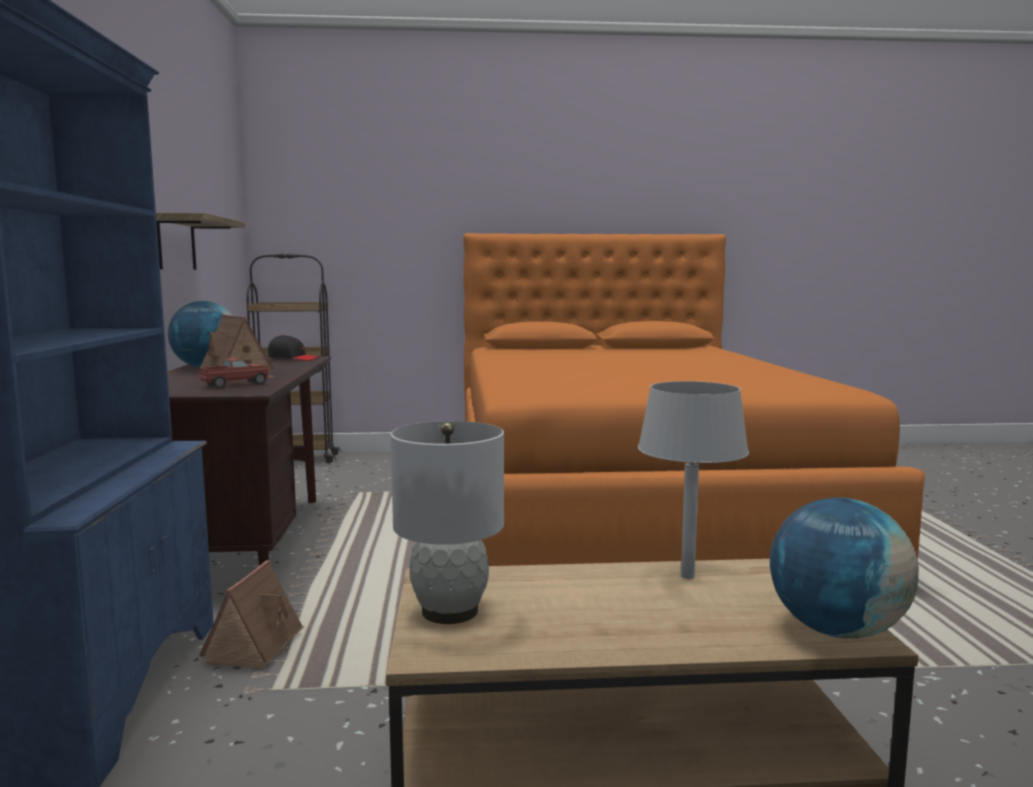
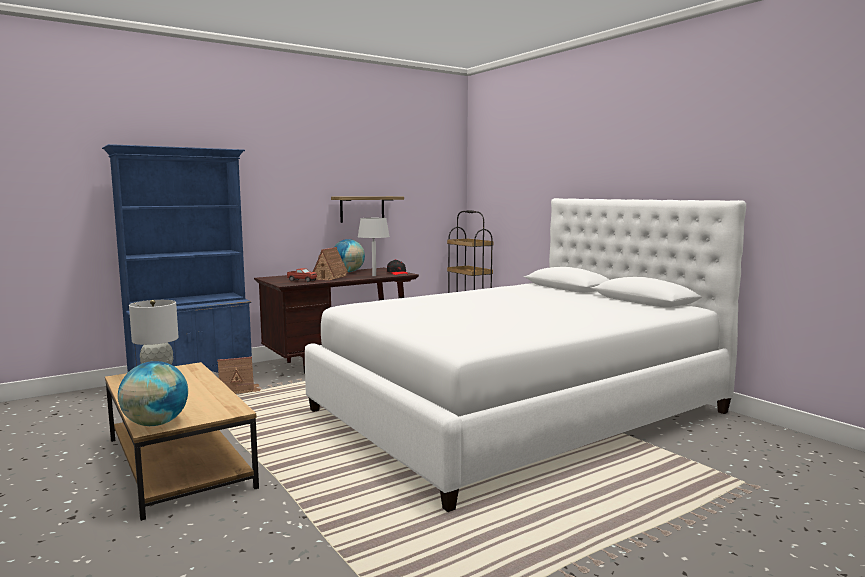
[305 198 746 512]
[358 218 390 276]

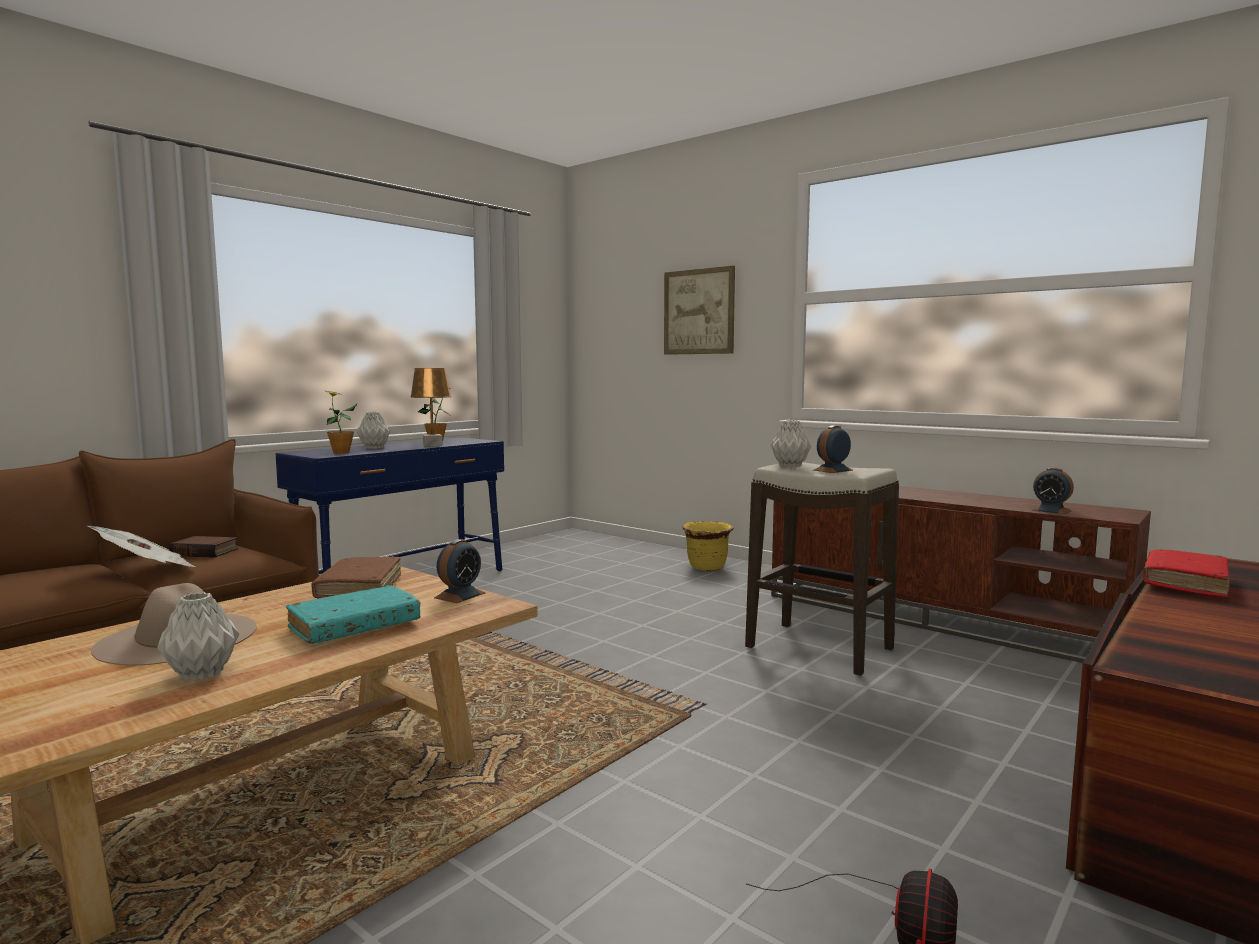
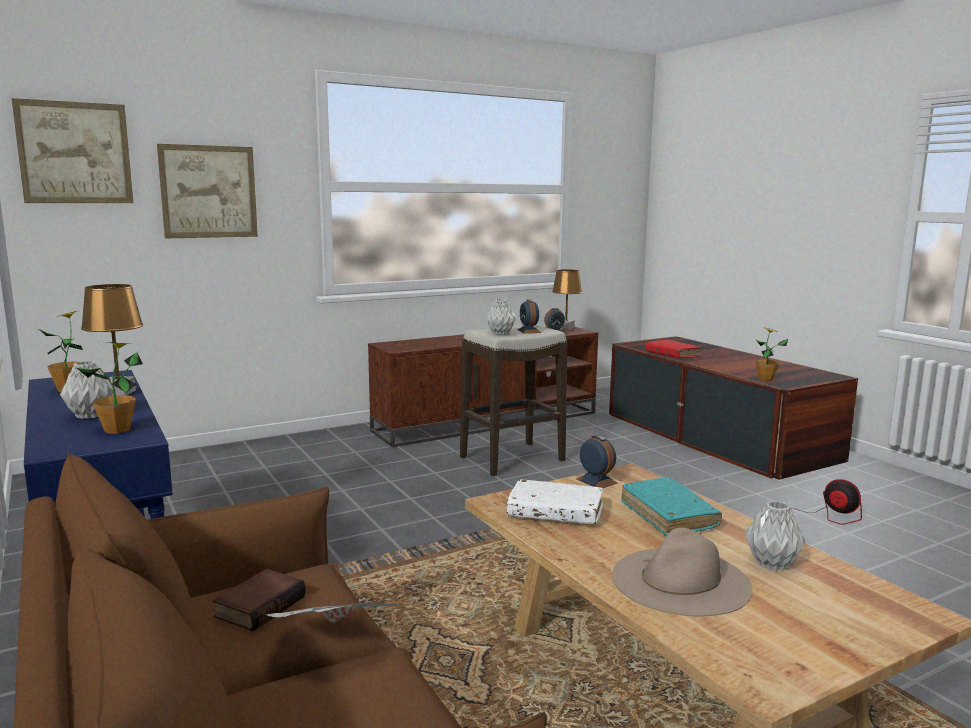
[12 98 133 203]
[507 479 603 524]
[552 269 582 330]
[755 327 788 381]
[682 521 734 571] (first image)

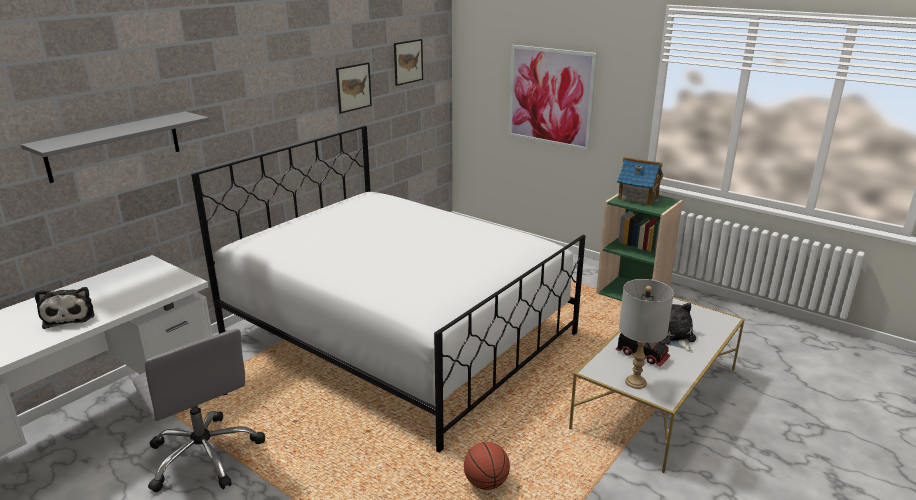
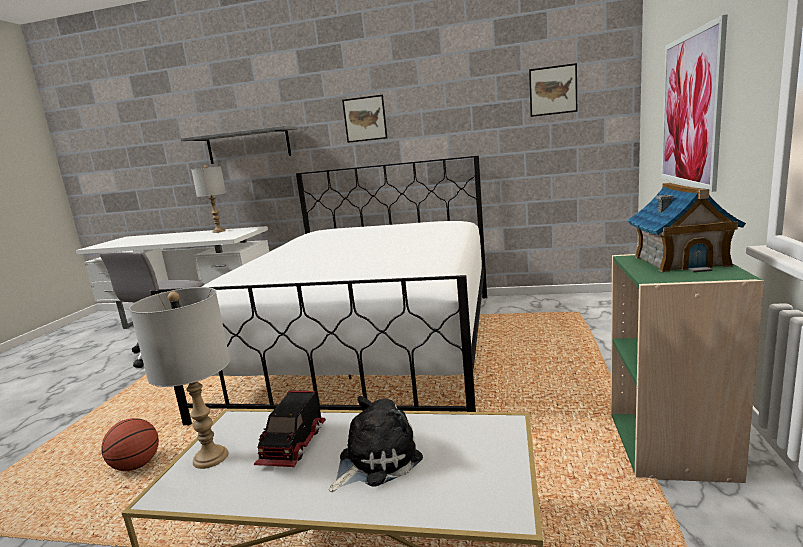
[191 165 226 233]
[342 95 387 143]
[35 287 95 329] (first image)

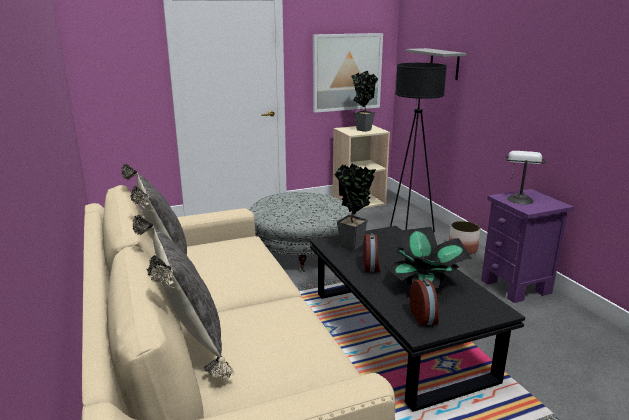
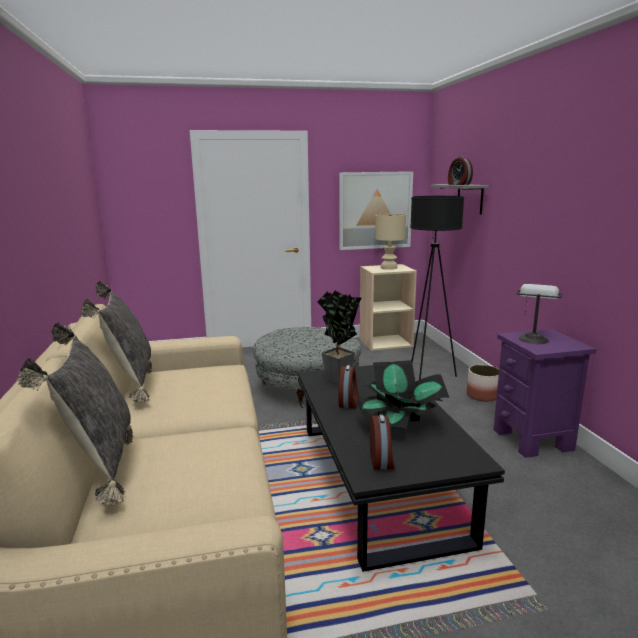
[375 213 406 270]
[448 157 473 185]

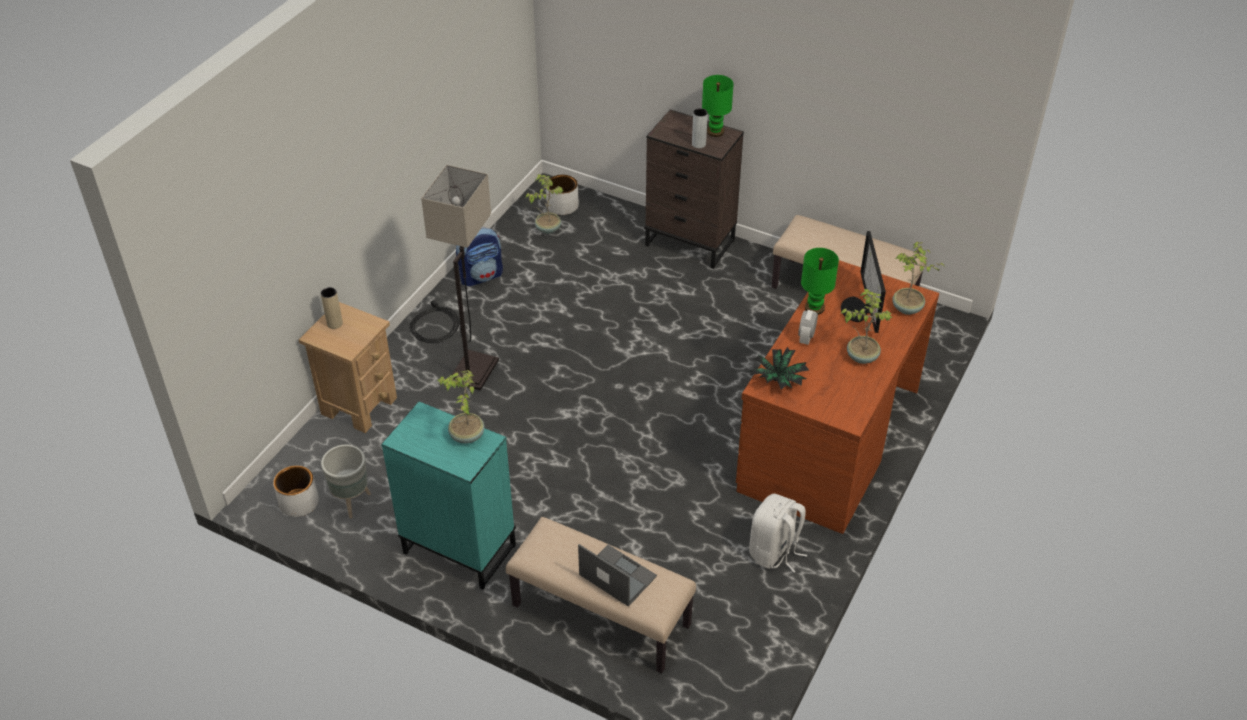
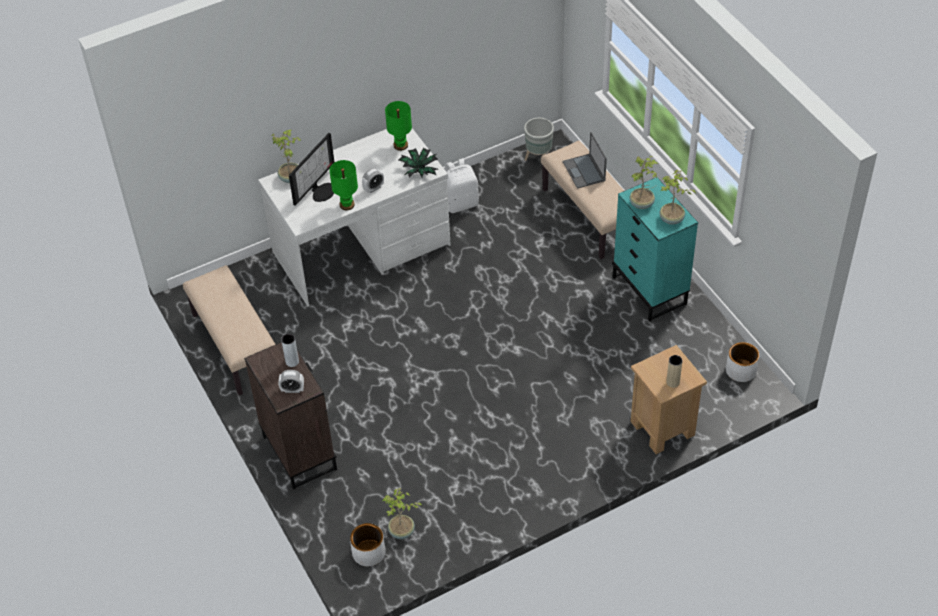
[258 128 451 306]
[278 370 304 393]
[385 101 412 151]
[524 118 554 161]
[659 170 696 225]
[409 165 499 391] (first image)
[456 227 503 286] (first image)

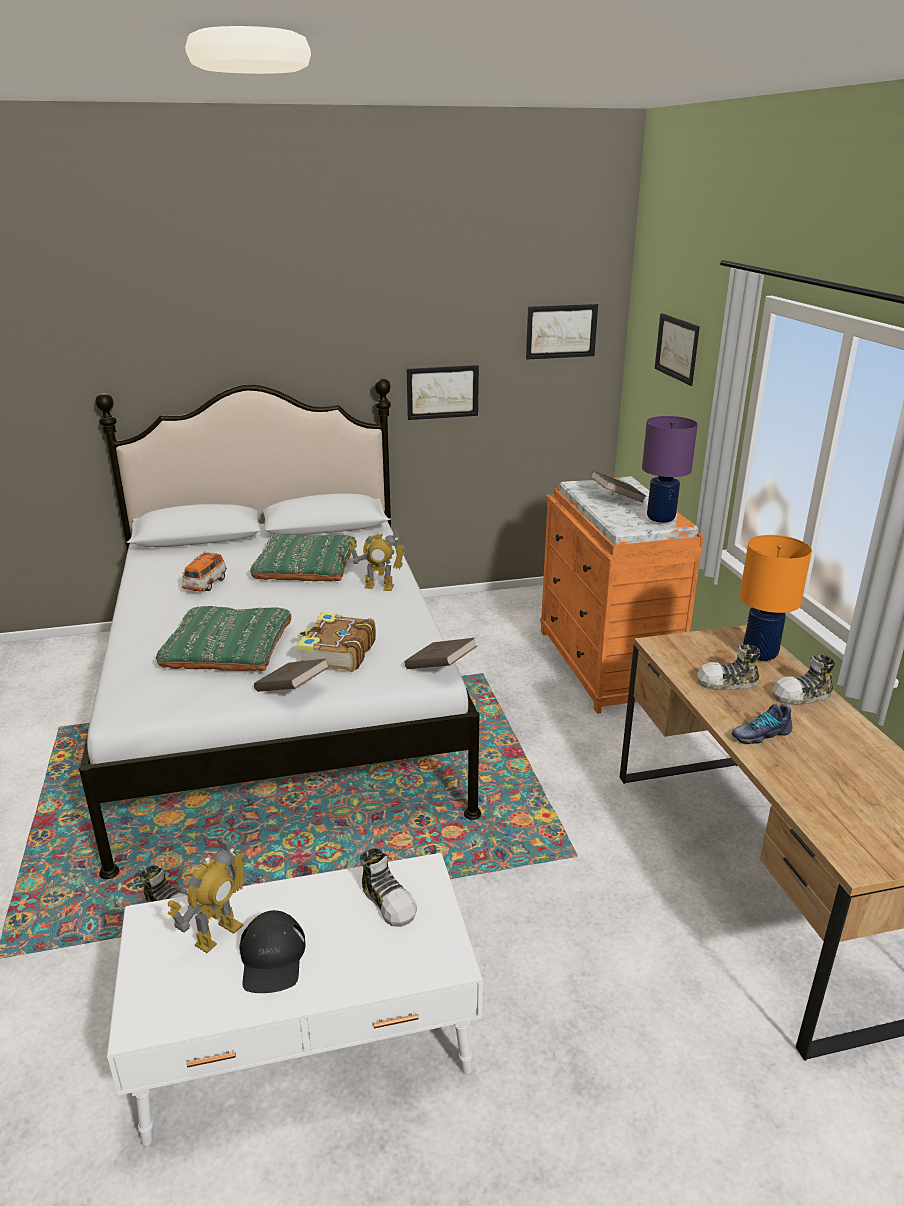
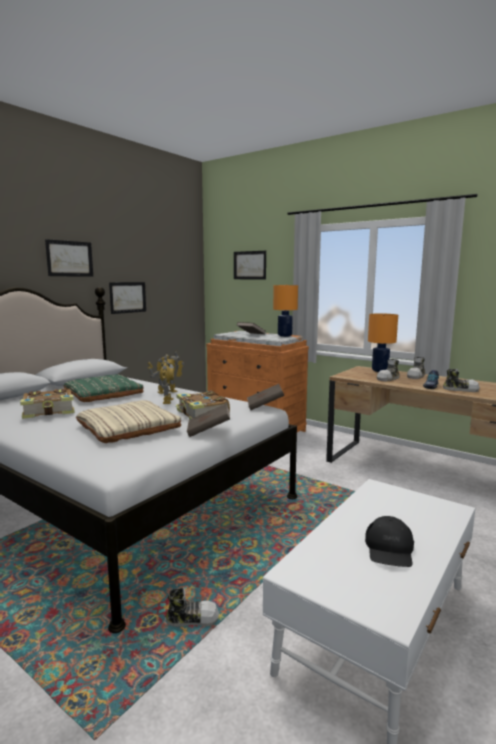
[20 388 75 419]
[45 239 93 276]
[76 400 181 443]
[160 356 174 404]
[273 285 298 337]
[365 516 414 567]
[443 369 480 392]

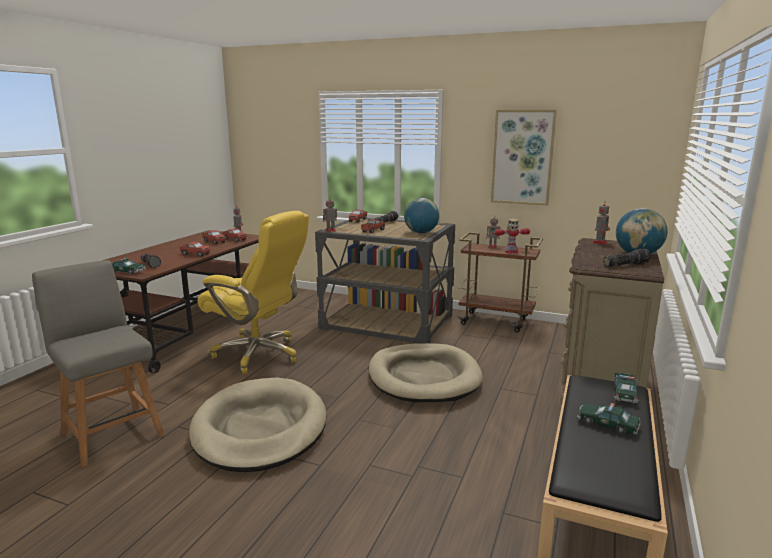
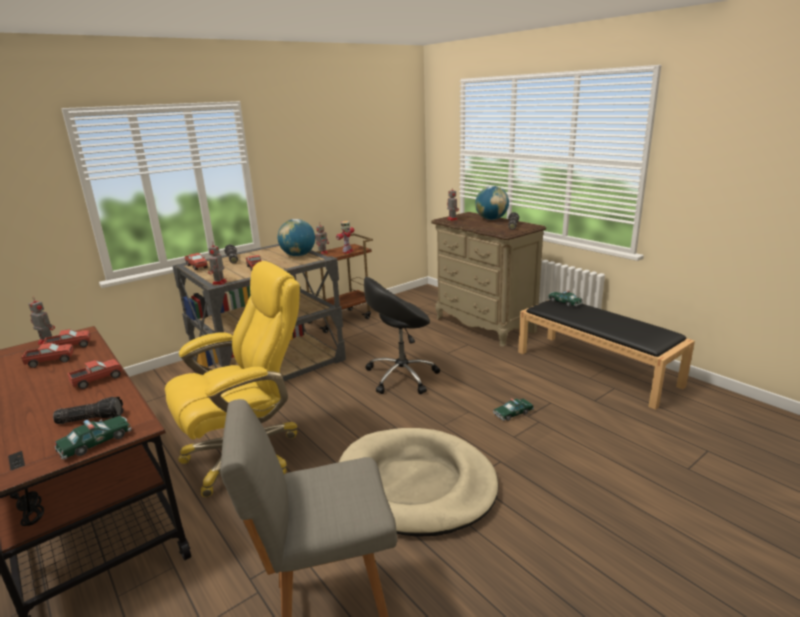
[364 277 440 394]
[493 398 534 421]
[491 110 557 205] (first image)

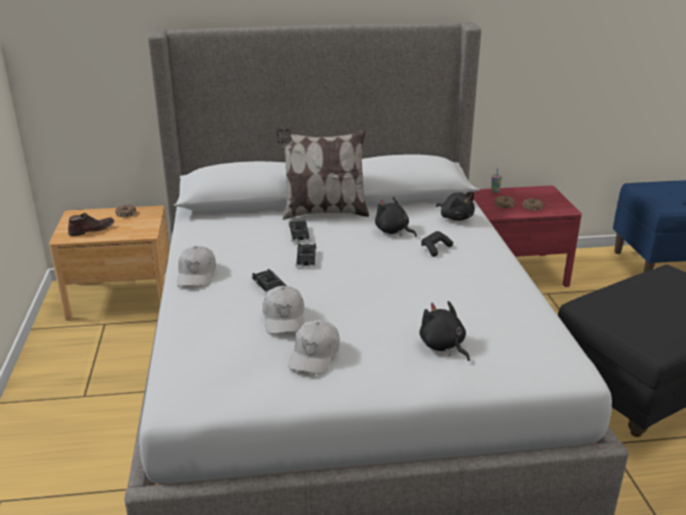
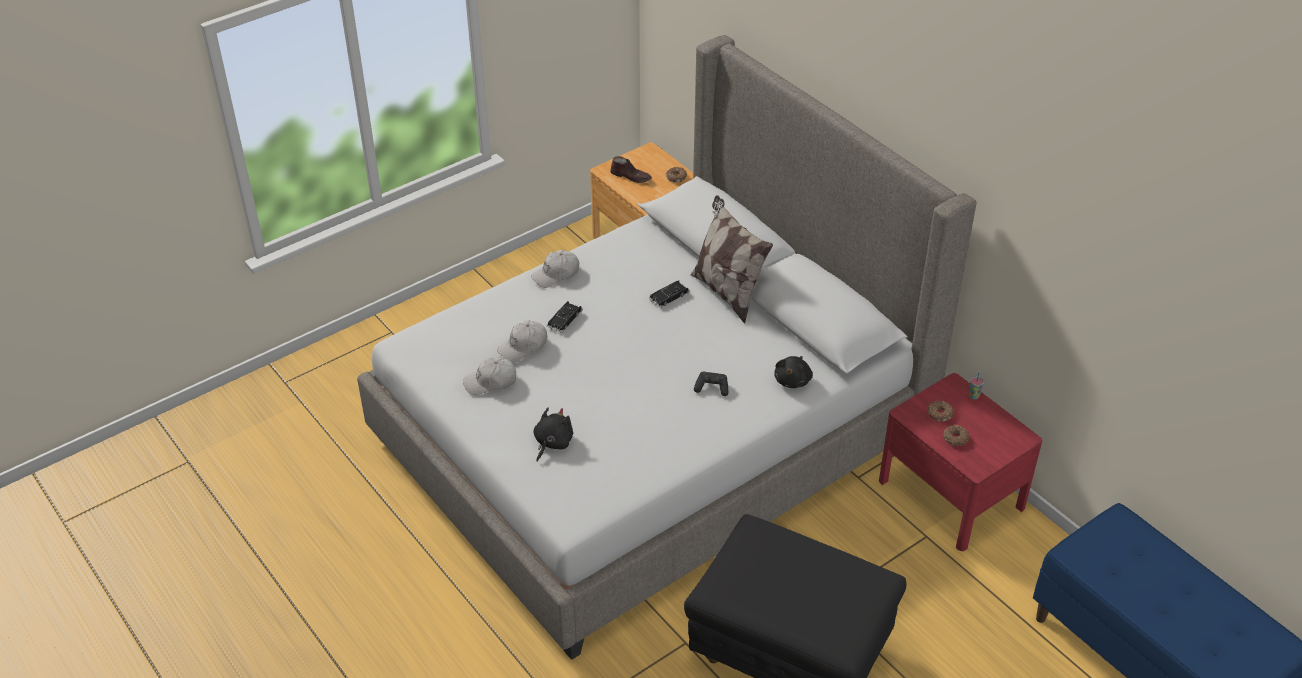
[295 243 317 268] (first image)
[375 197 417 237] (first image)

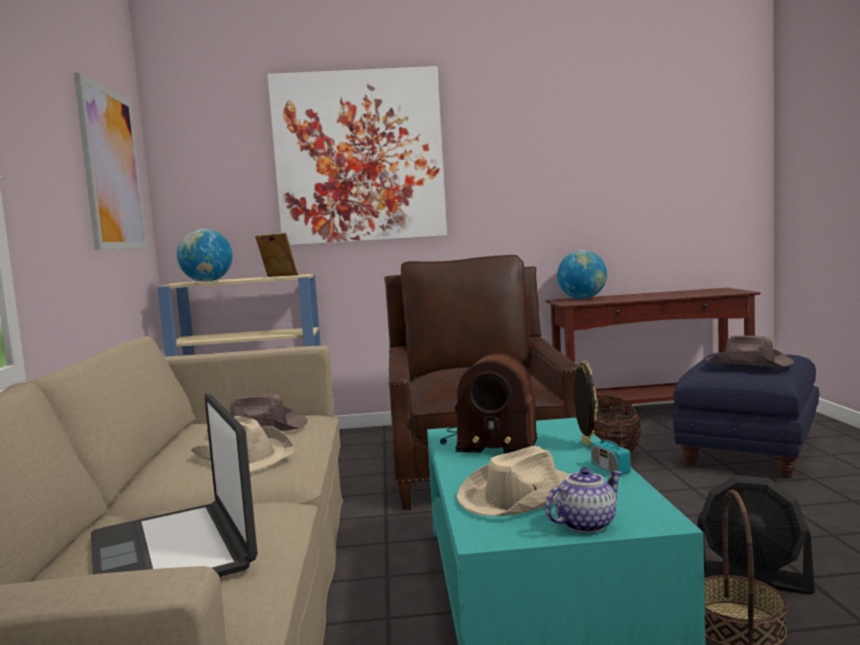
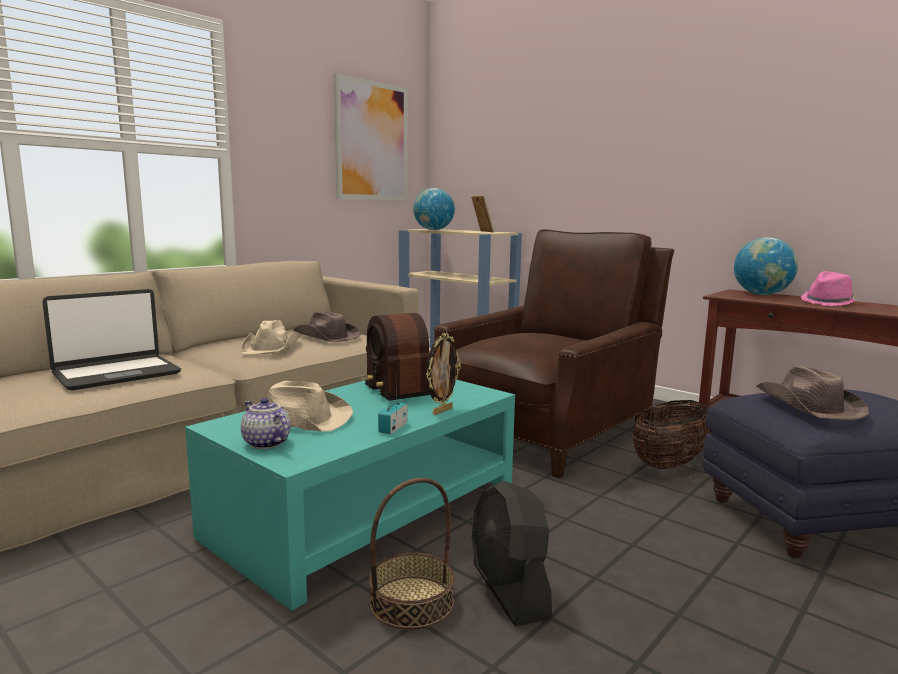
[42 289 181 390]
[241 398 290 449]
[800 271 858 306]
[267 66 447 245] (first image)

